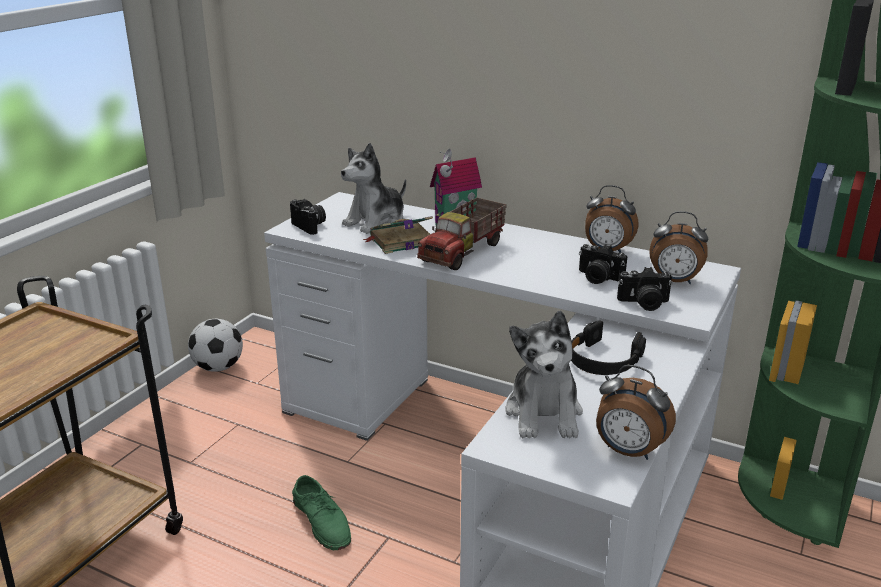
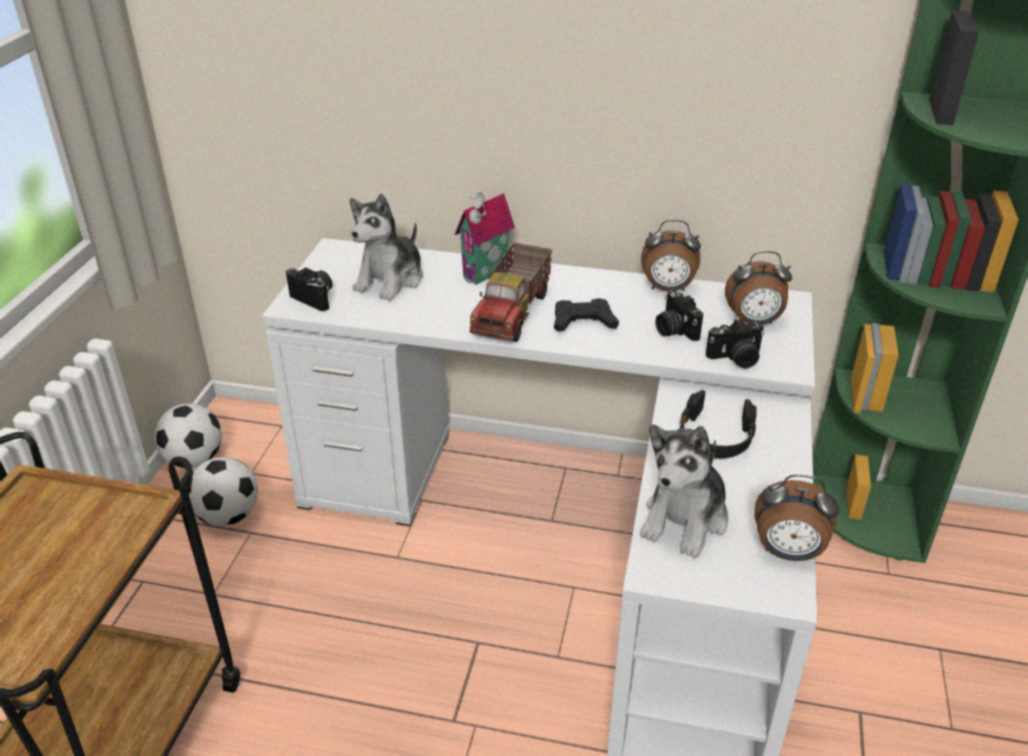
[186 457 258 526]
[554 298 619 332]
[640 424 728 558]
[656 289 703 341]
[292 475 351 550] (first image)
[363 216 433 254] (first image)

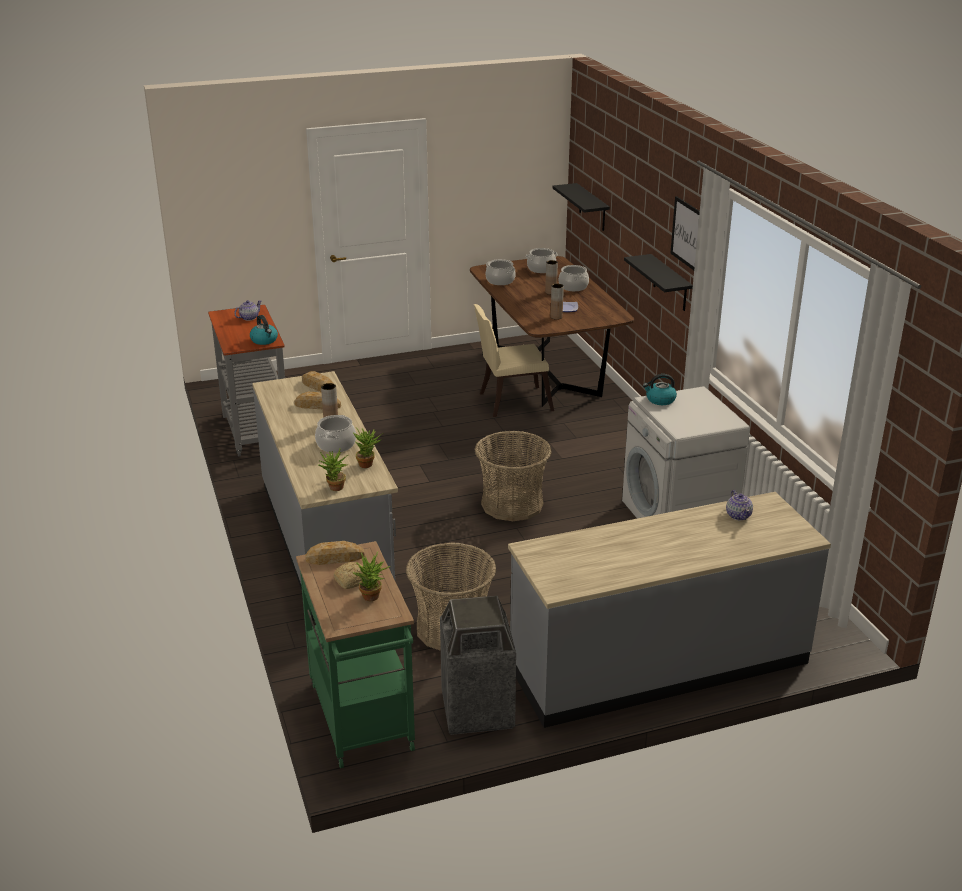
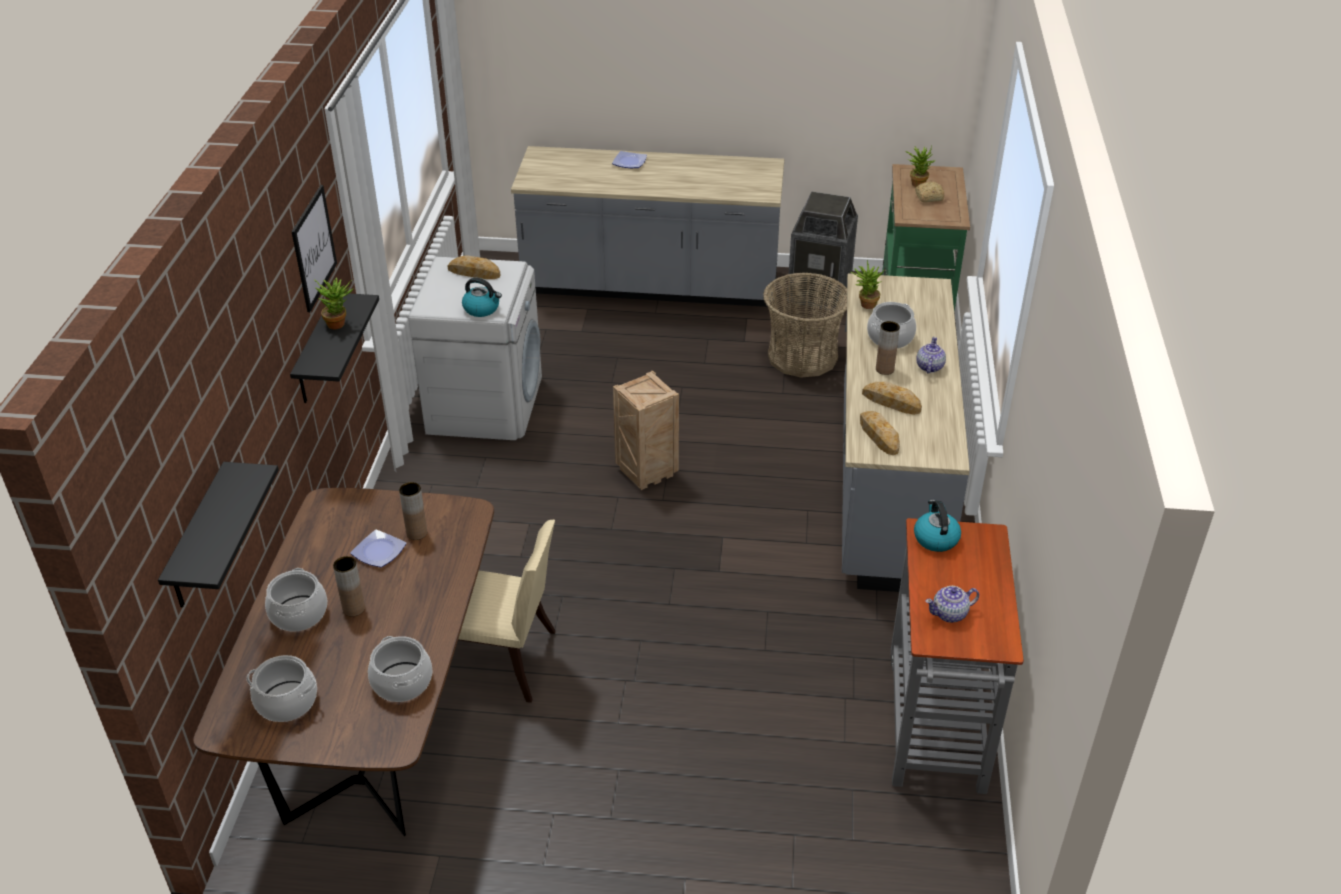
[314 277 354 329]
[447 255 501 279]
[612 151 647 168]
[613 371 679 490]
[917 337 946 374]

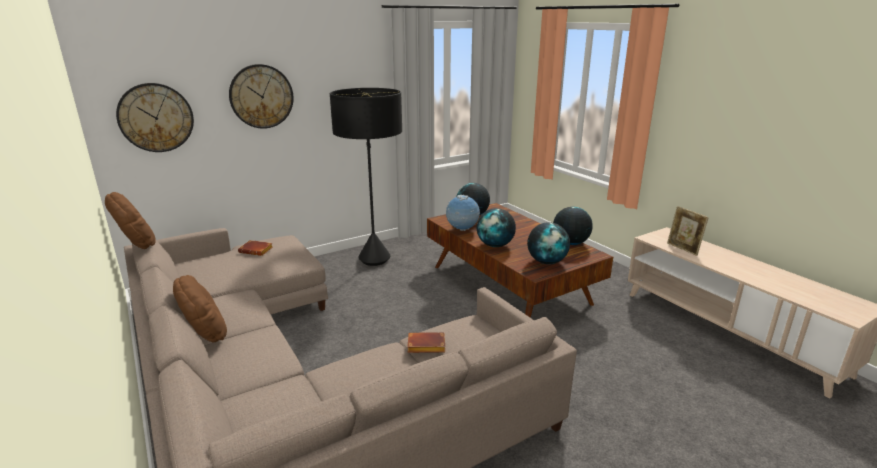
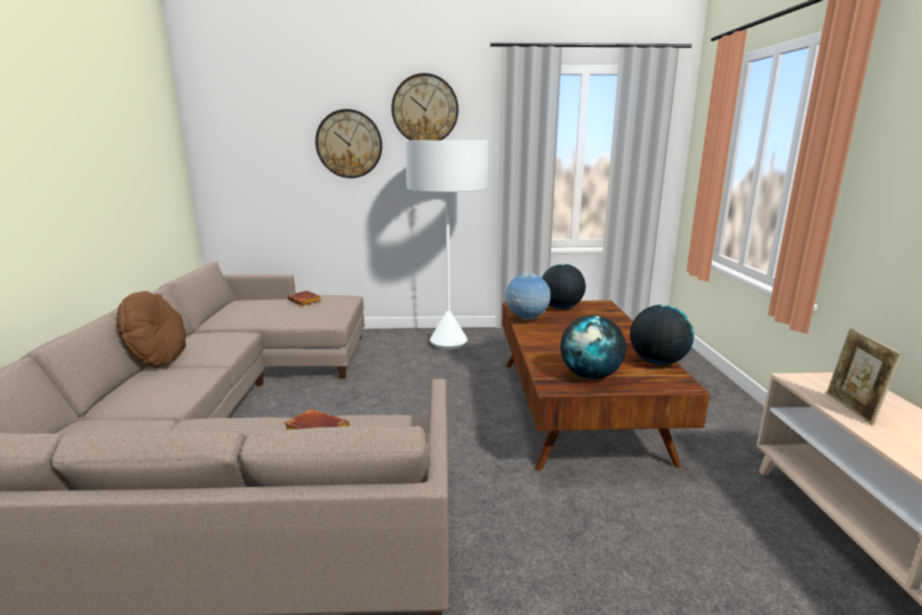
[391 73 459 141]
[405 141 489 350]
[105 192 156 249] (first image)
[477 208 516 247] (first image)

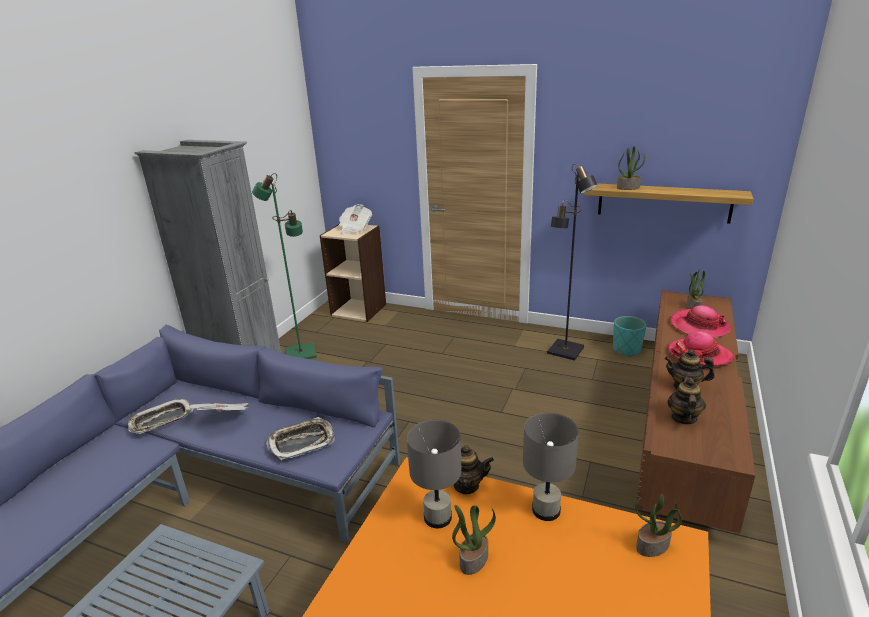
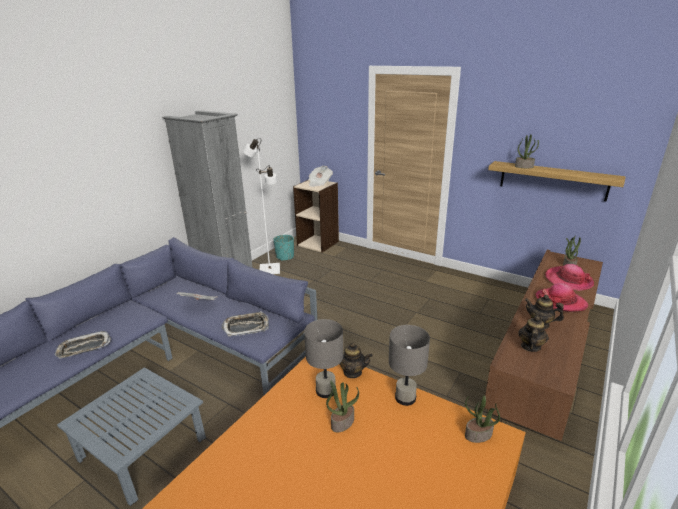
[55 331 111 358]
[243 138 280 274]
[273 235 294 261]
[547 164 597 360] (first image)

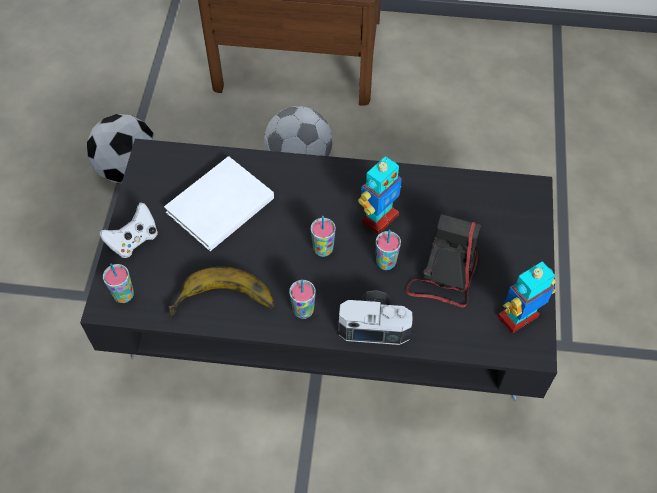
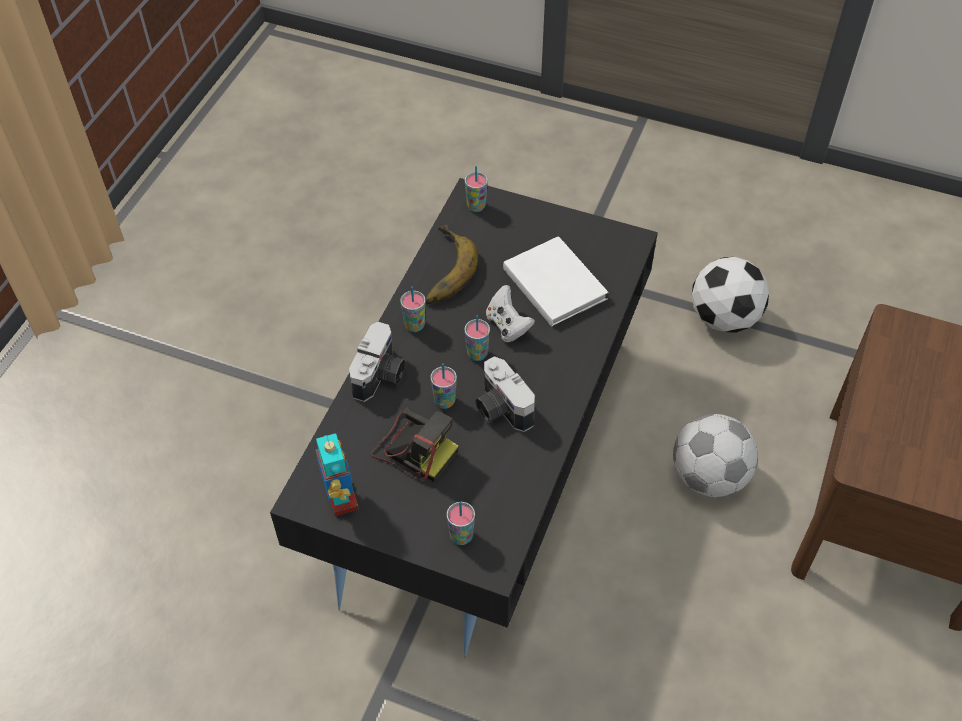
[447 501 475 545]
[475 356 535 432]
[486 285 535 342]

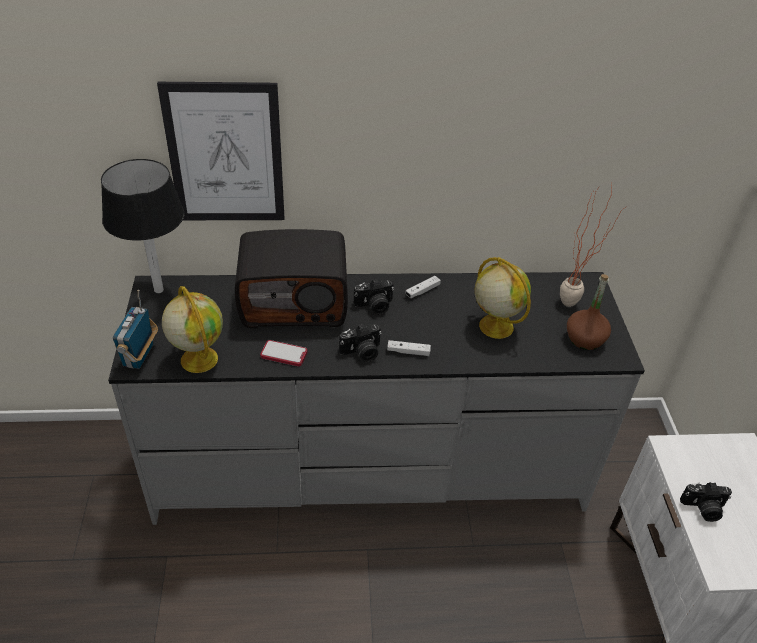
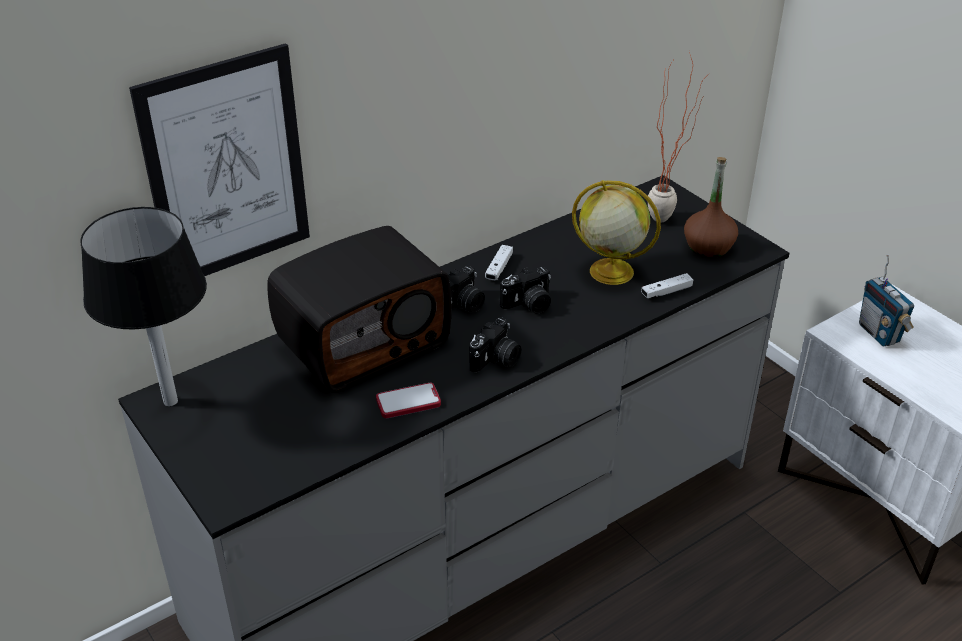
[500 267 551 314]
[641 273 693 298]
[859 255 914 347]
[162 286 223 373] (first image)

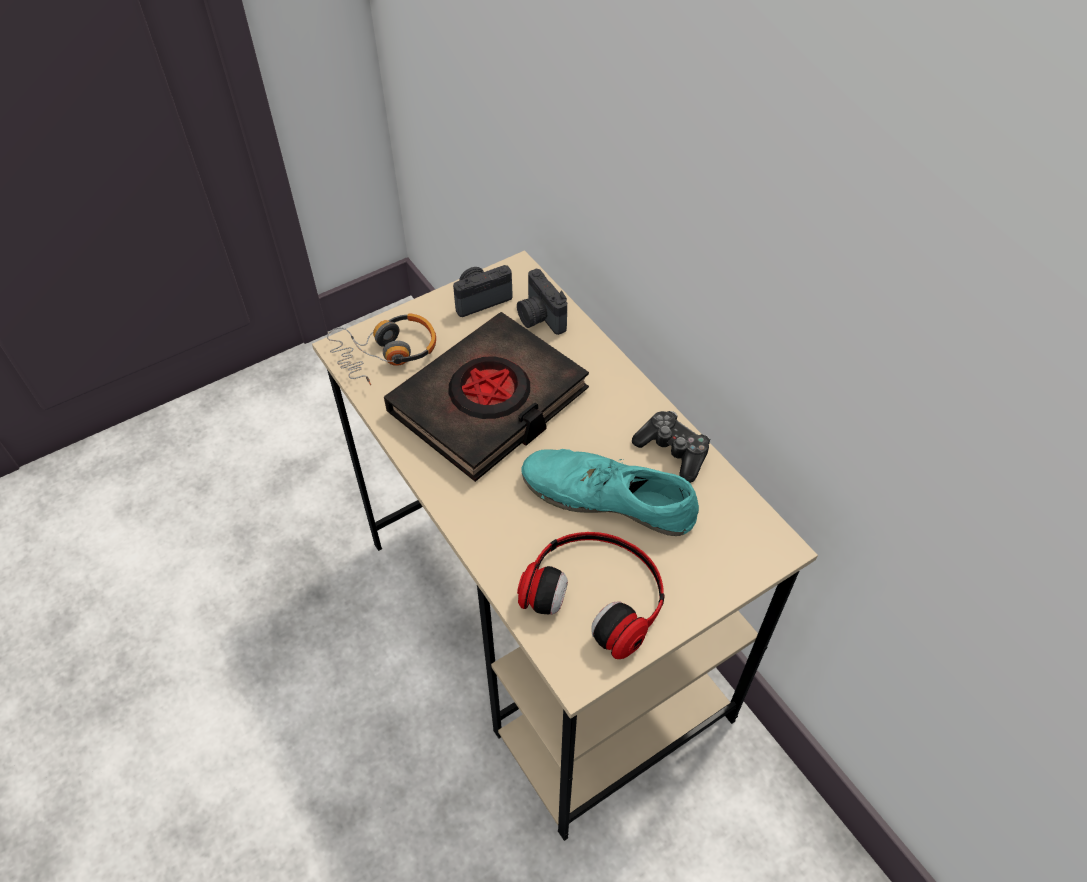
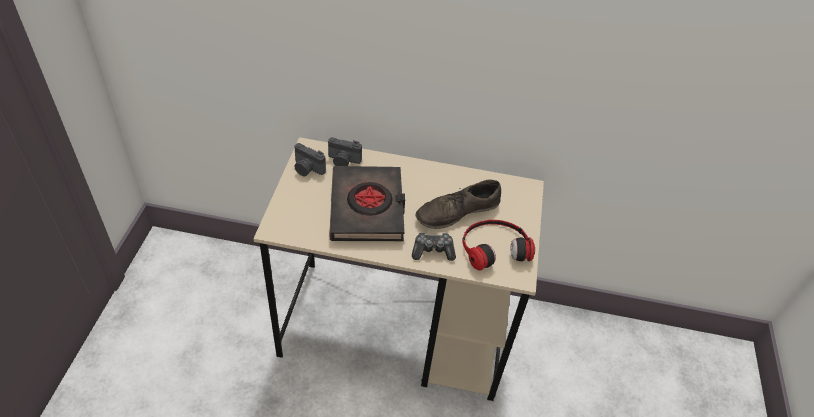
[294 143 326 176]
[412 232 456 261]
[416 180 501 229]
[327 313 436 385] (first image)

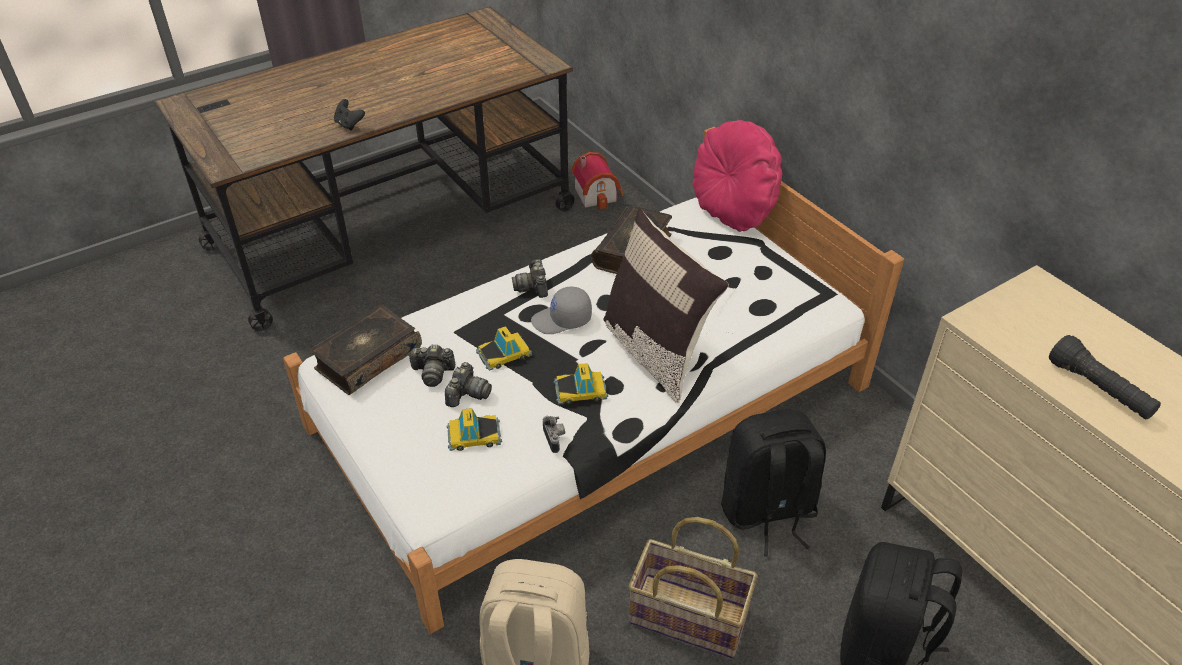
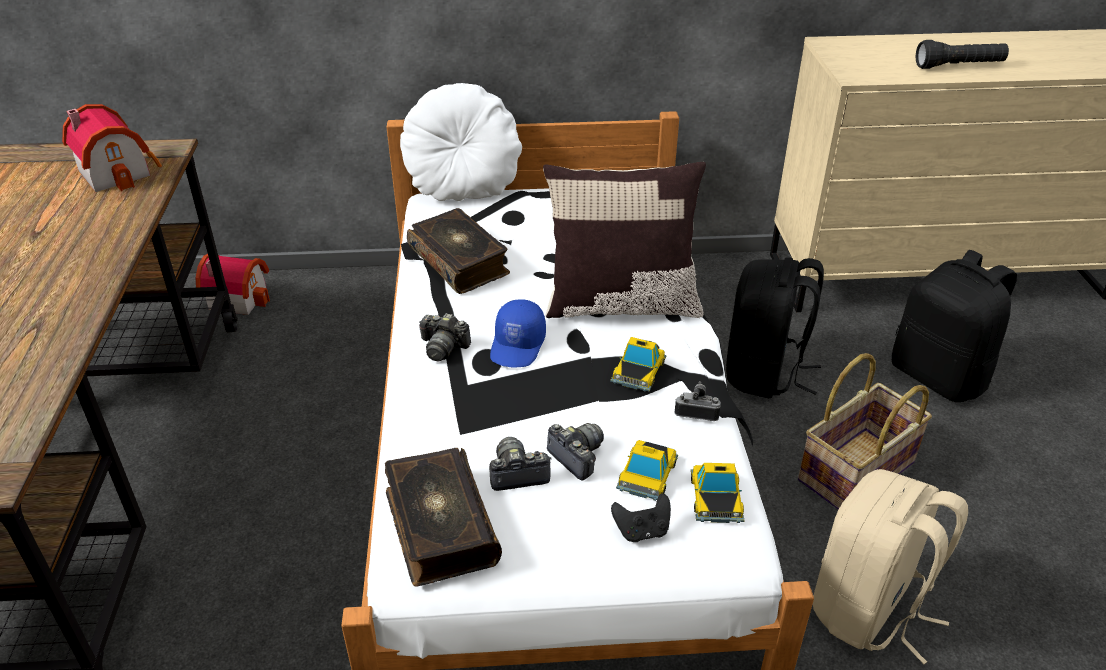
[62 104 162 192]
[400 83 522 201]
[489 437 552 491]
[490 299 546 367]
[611 493 671 542]
[691 463 744 523]

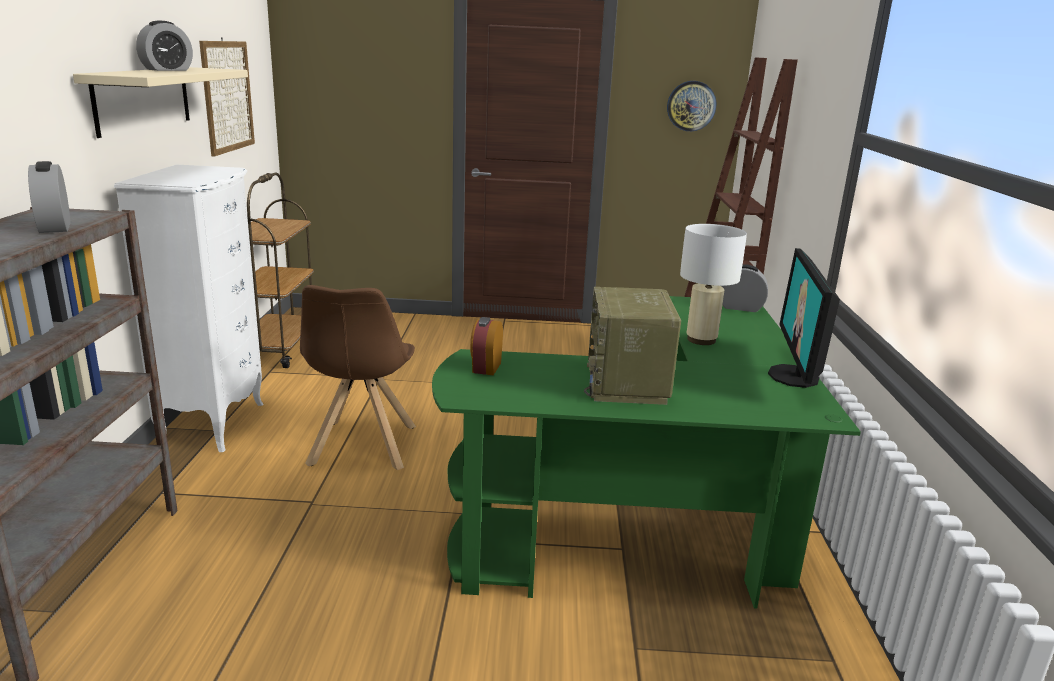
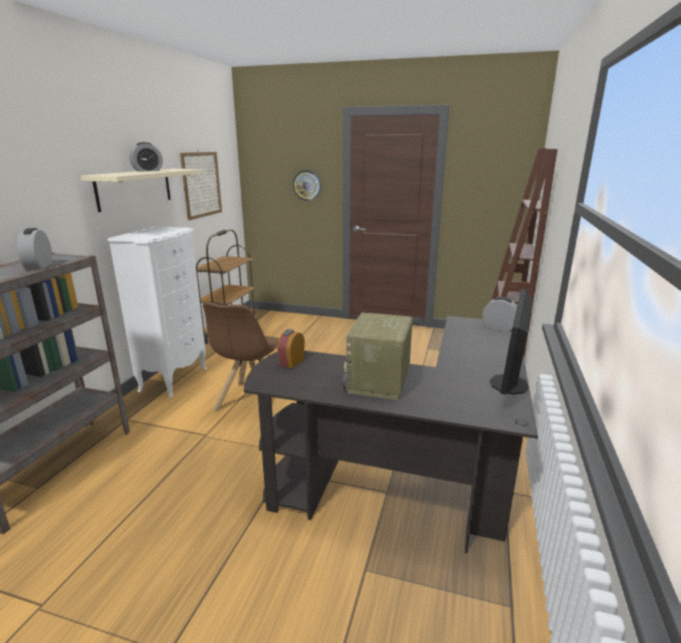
[244 316 538 553]
[292 170 321 201]
[680 224 747 345] (first image)

